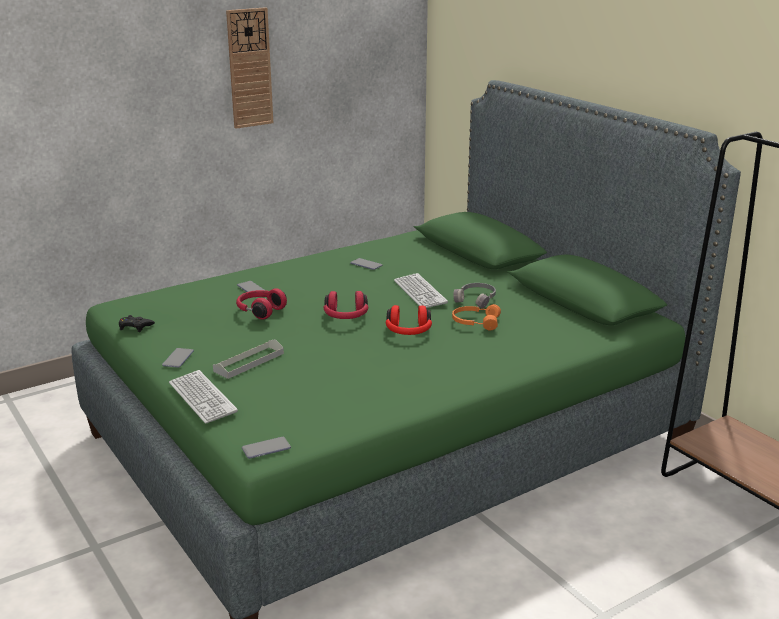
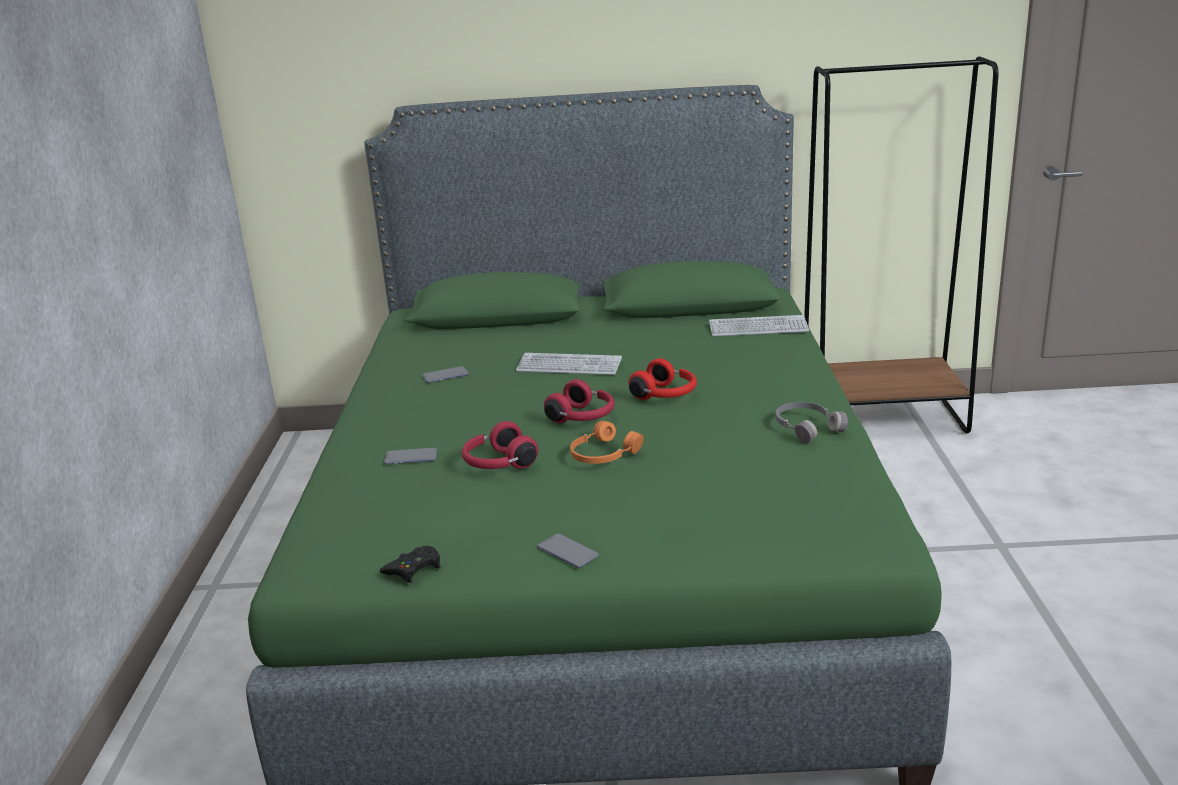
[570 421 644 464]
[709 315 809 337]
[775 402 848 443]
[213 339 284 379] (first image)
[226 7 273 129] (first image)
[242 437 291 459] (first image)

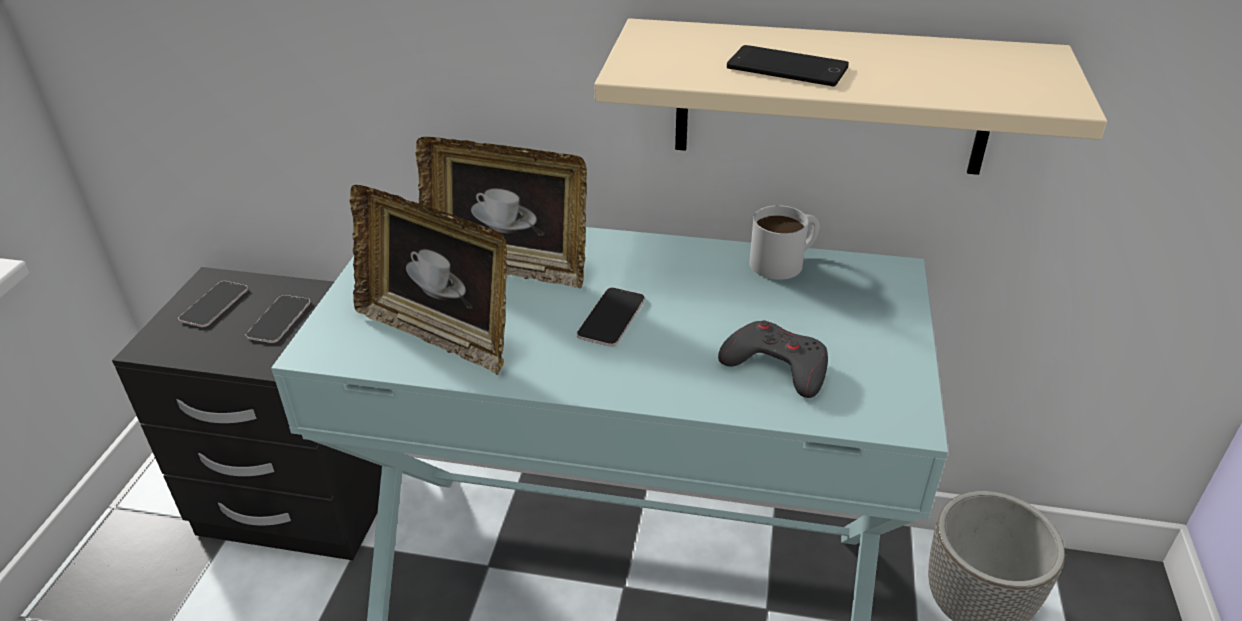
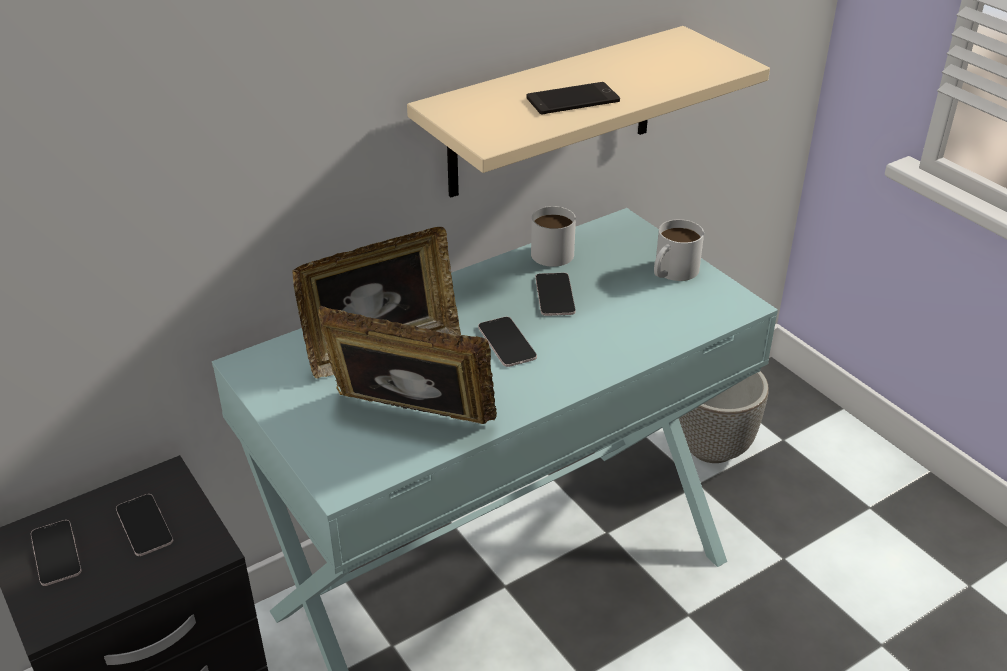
[318 306 497 424]
[535 273 576 316]
[654 219 704 281]
[718 320 828 398] (first image)

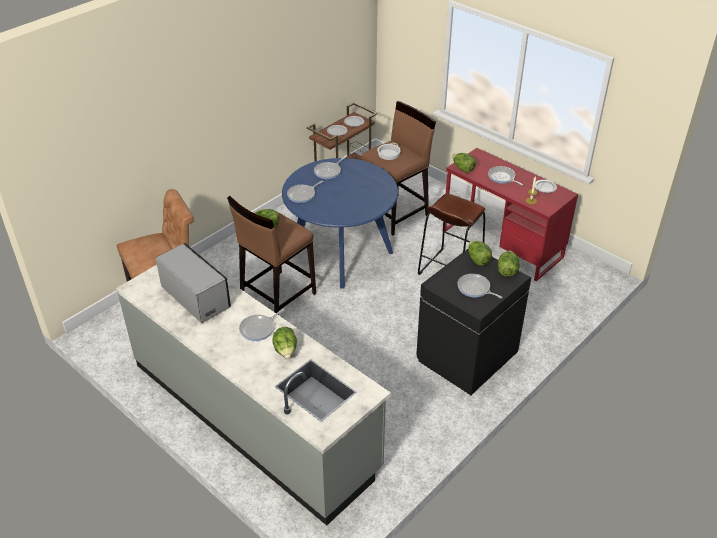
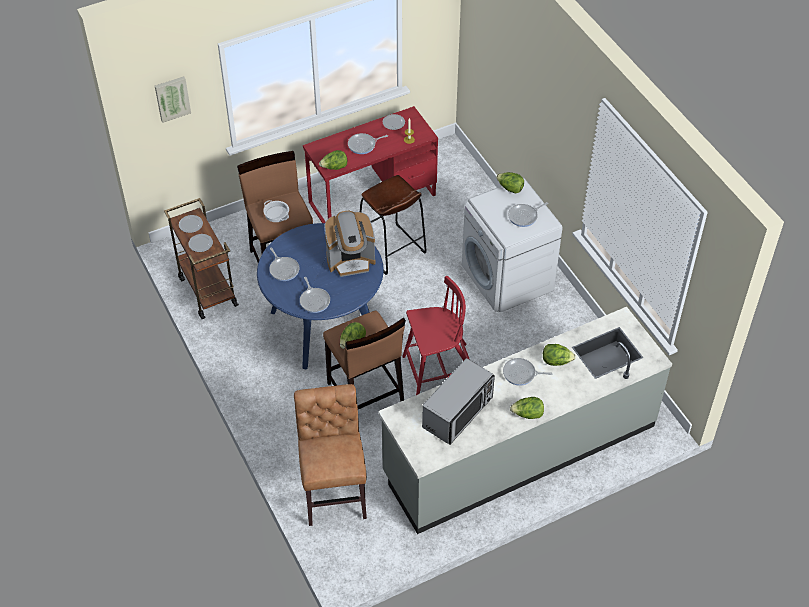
[155 76 191 123]
[324 211 375 277]
[402 276 470 395]
[422 358 495 445]
[462 178 563 312]
[503 358 552 386]
[510 397 544 419]

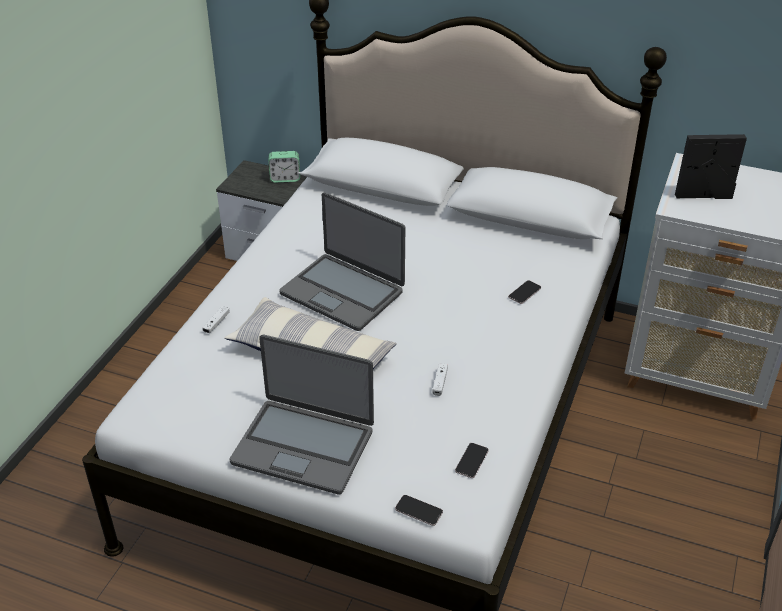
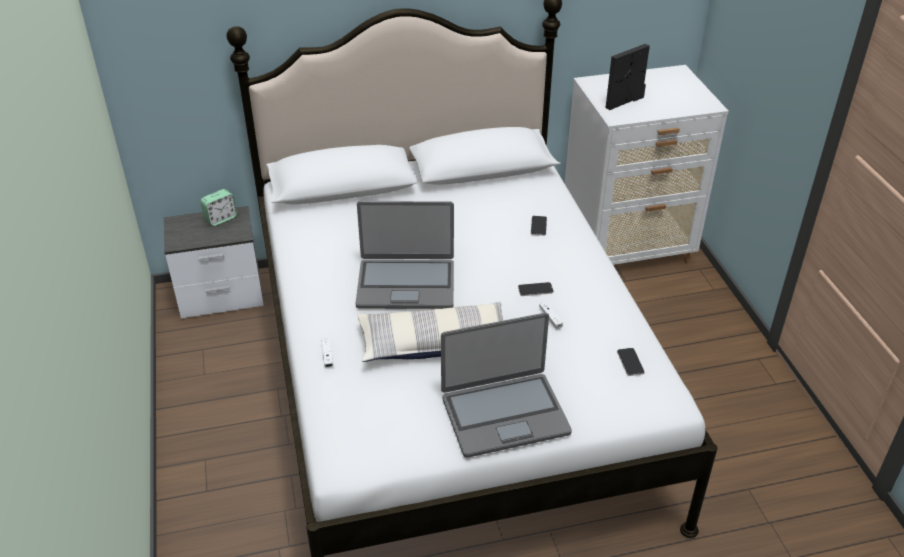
[518 282 554 296]

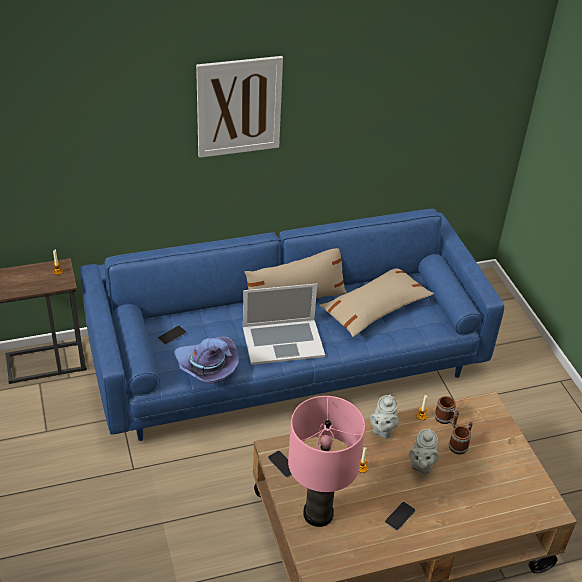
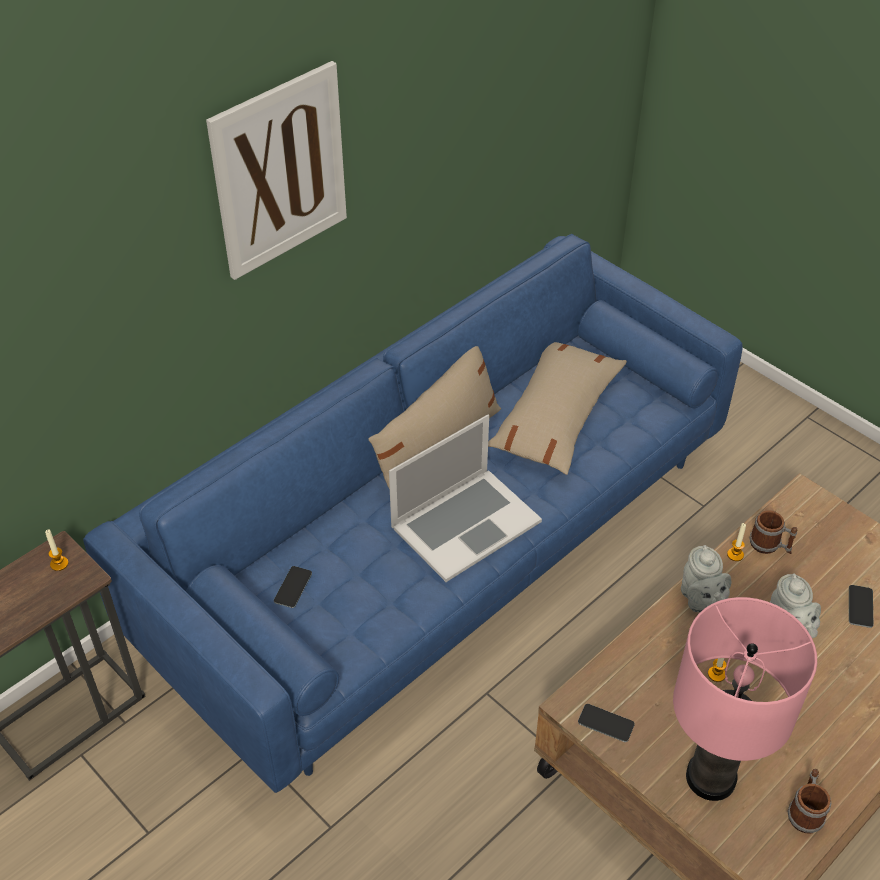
[788 769 832 833]
[849 585 874 628]
[174 336 239 384] (first image)

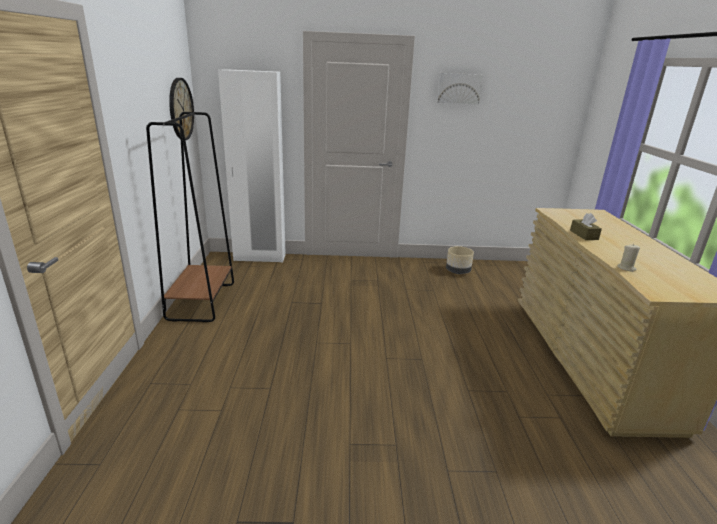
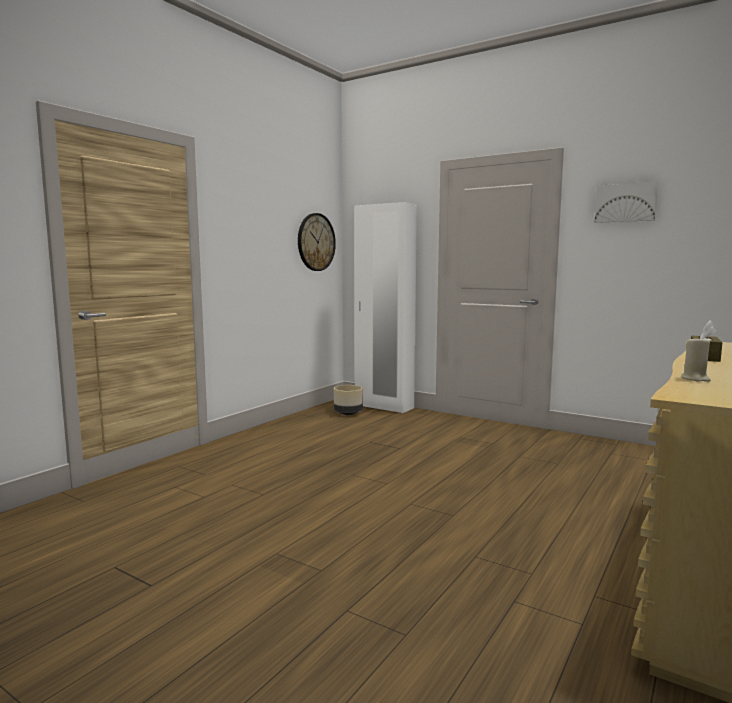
[334 385 363 415]
[146 112 234 322] (first image)

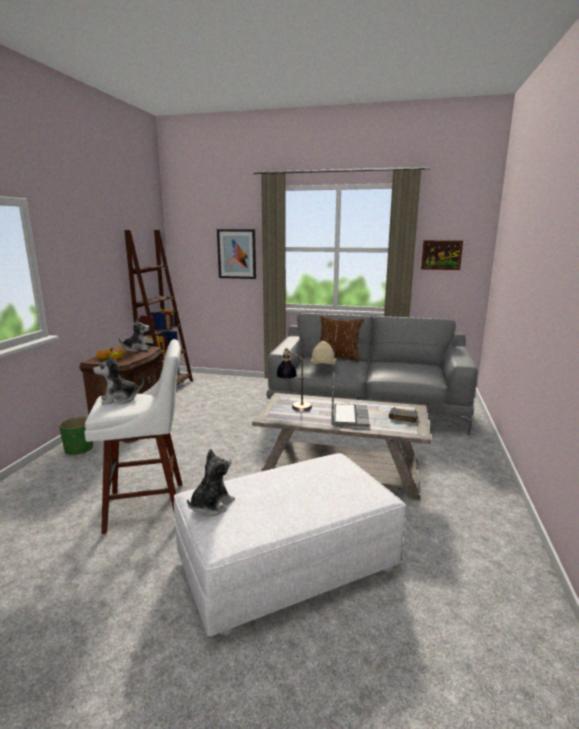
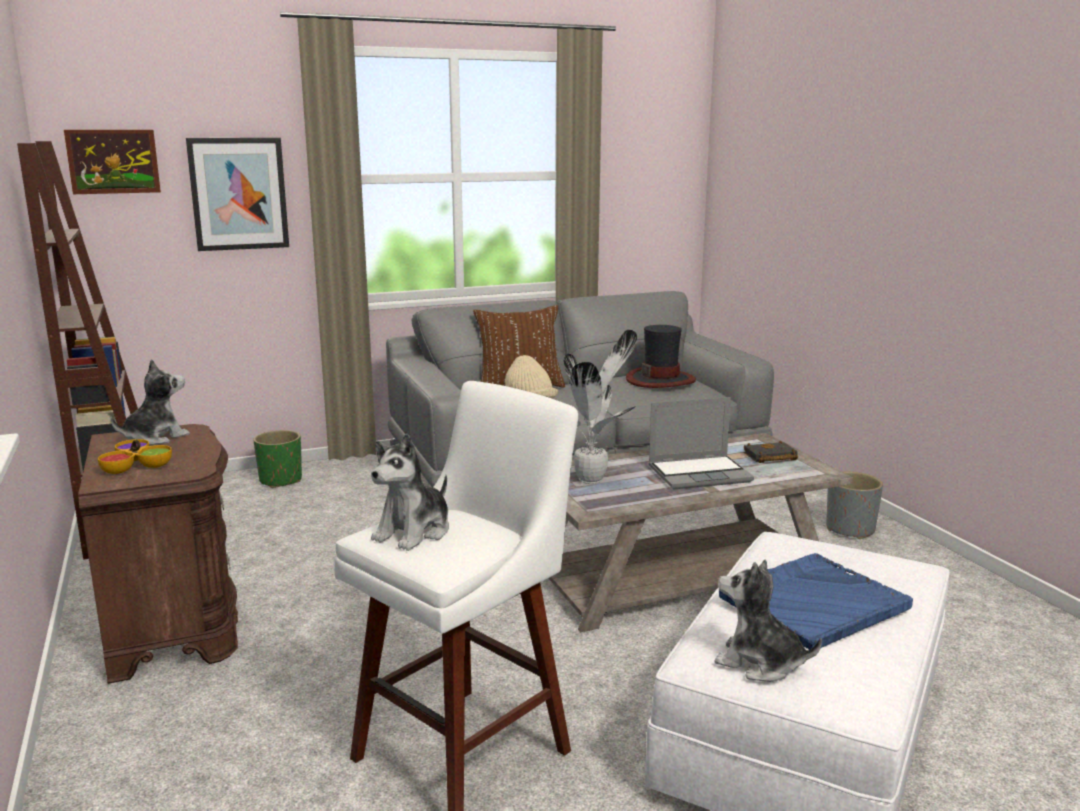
[64 130 161 194]
[253 430 302 488]
[564 329 637 484]
[626 325 696 388]
[648 397 754 489]
[714 559 822 682]
[719 553 913 650]
[826 472 883 539]

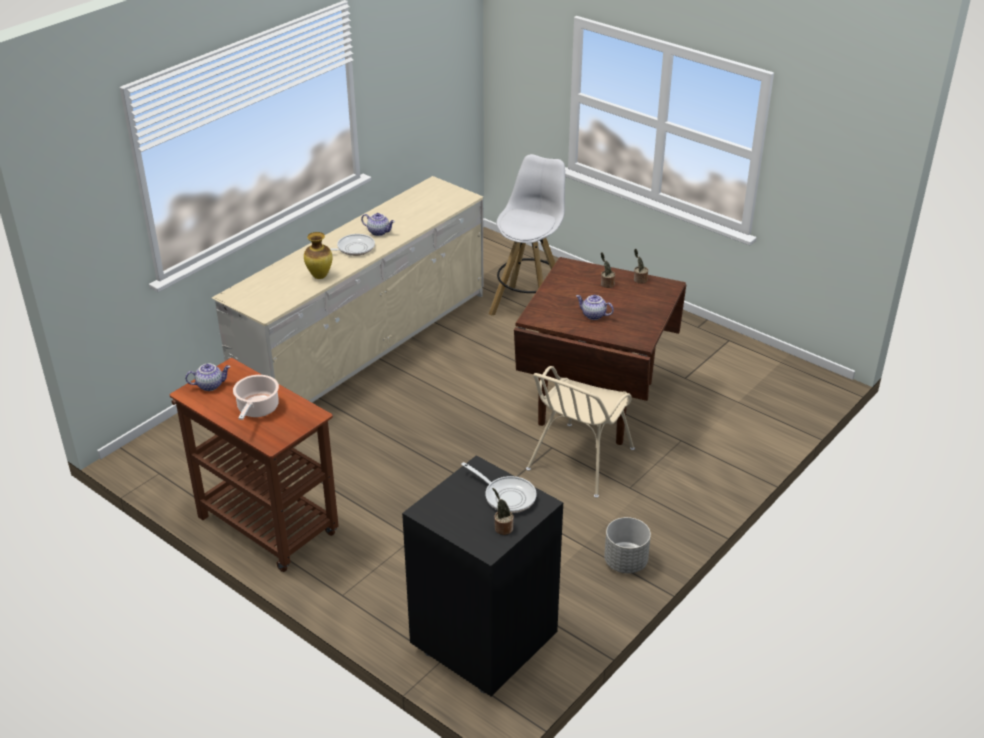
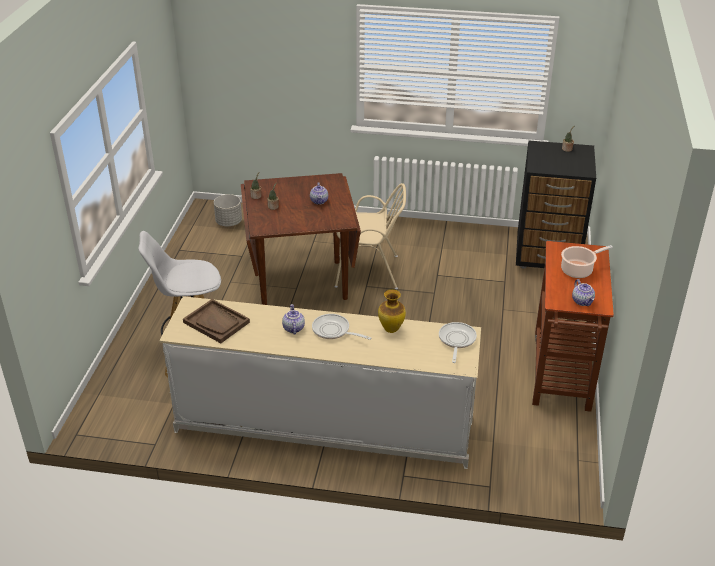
[183 299 250 343]
[214 194 242 226]
[439 322 477 363]
[572 279 595 306]

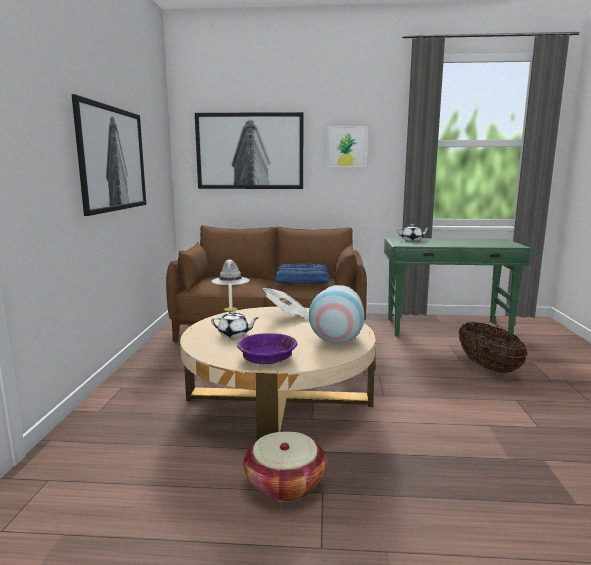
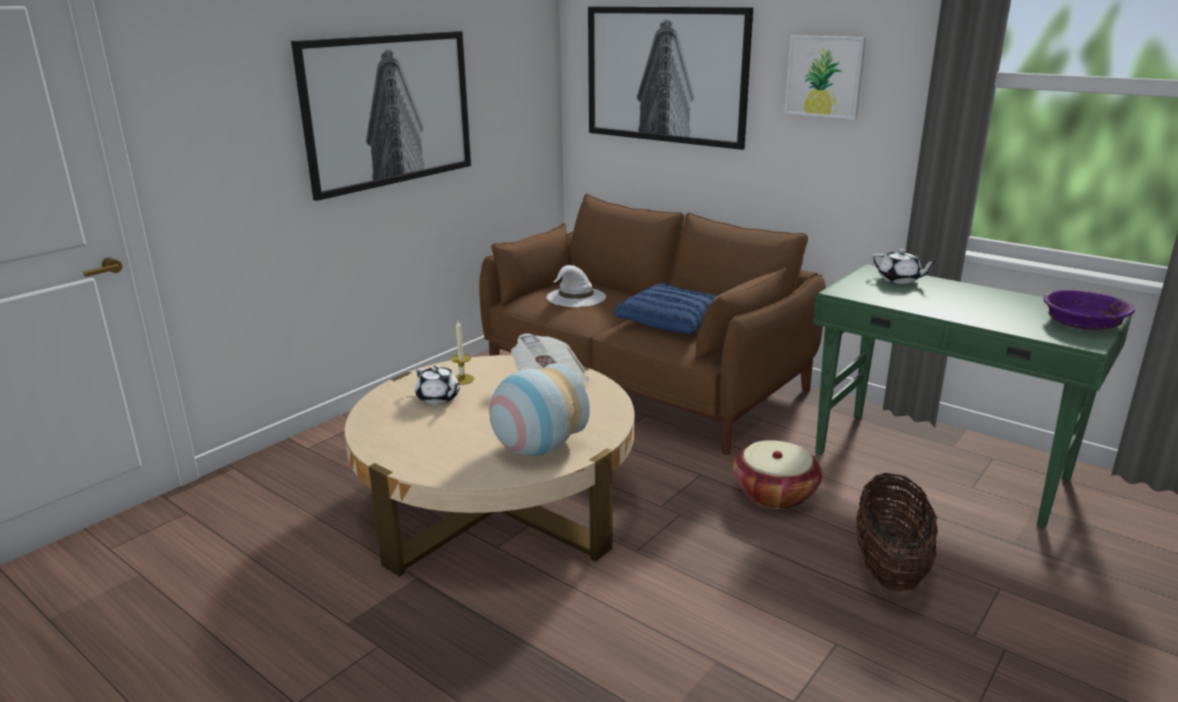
[732 440 822 509]
[1043 290 1135 330]

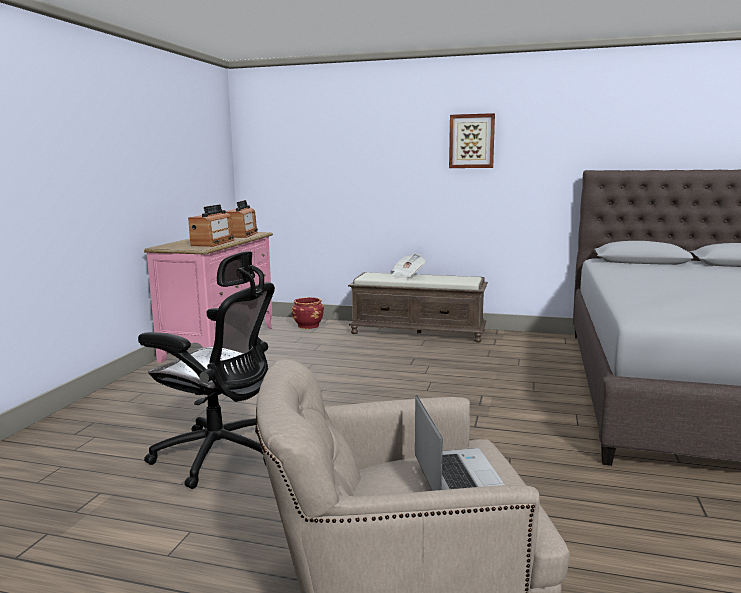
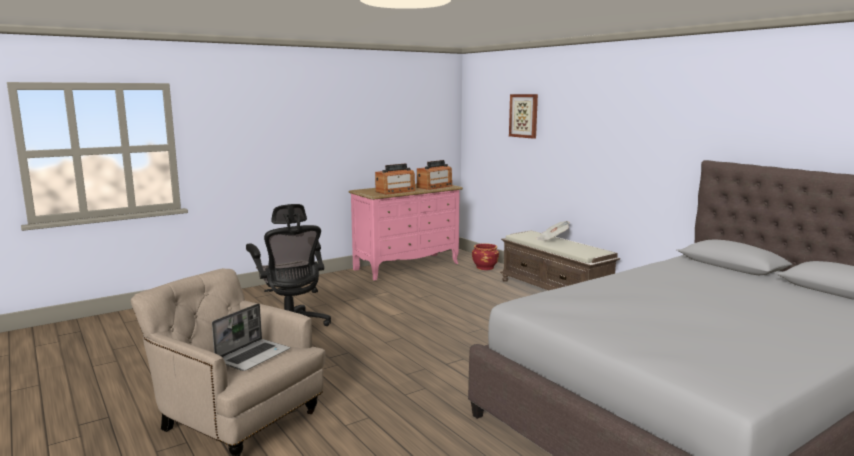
[509 94 538 139]

